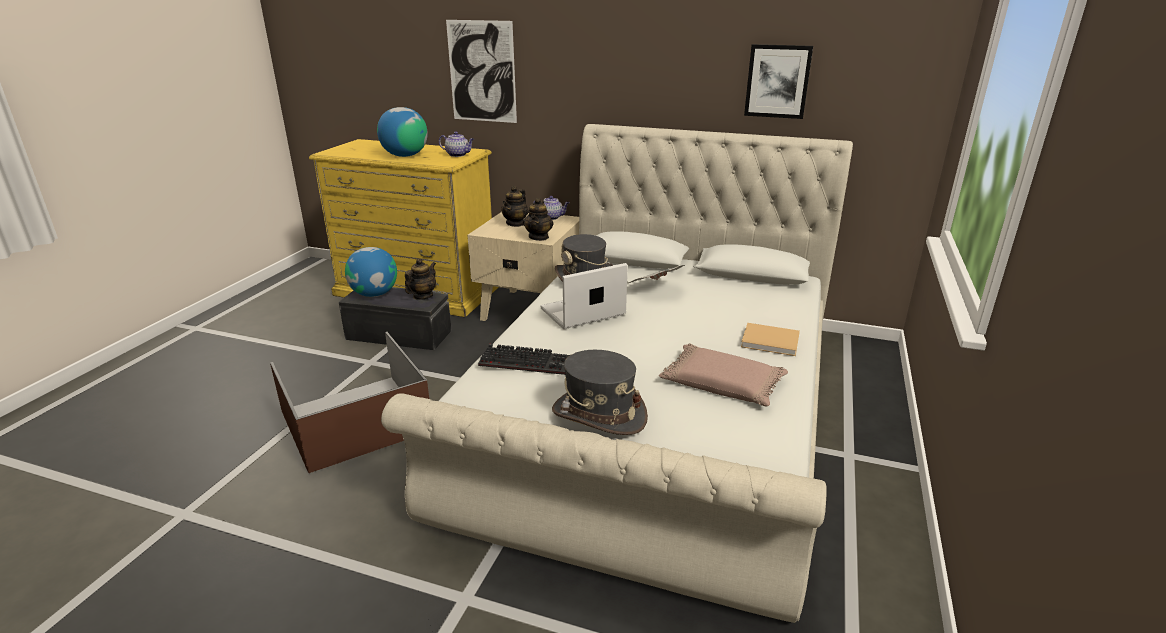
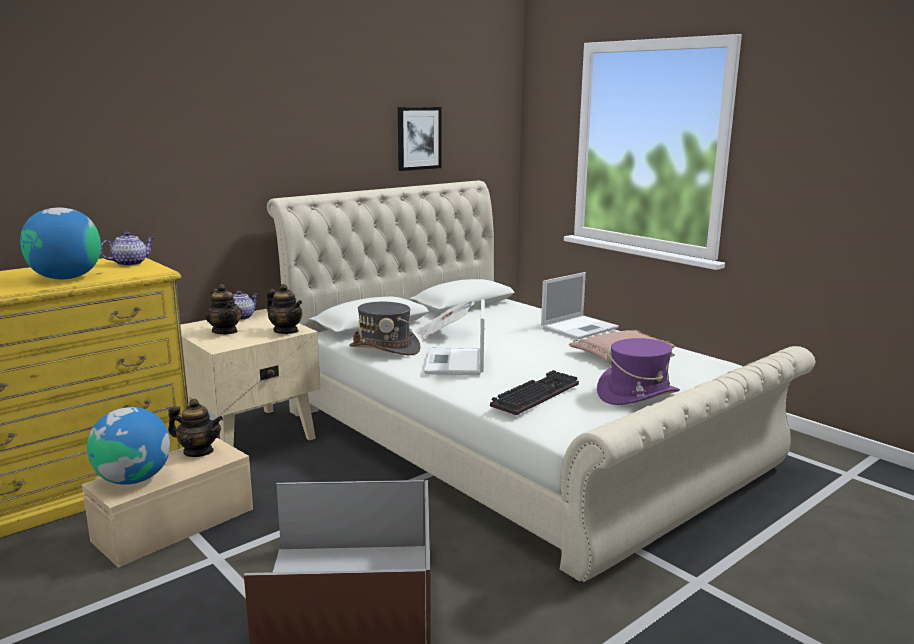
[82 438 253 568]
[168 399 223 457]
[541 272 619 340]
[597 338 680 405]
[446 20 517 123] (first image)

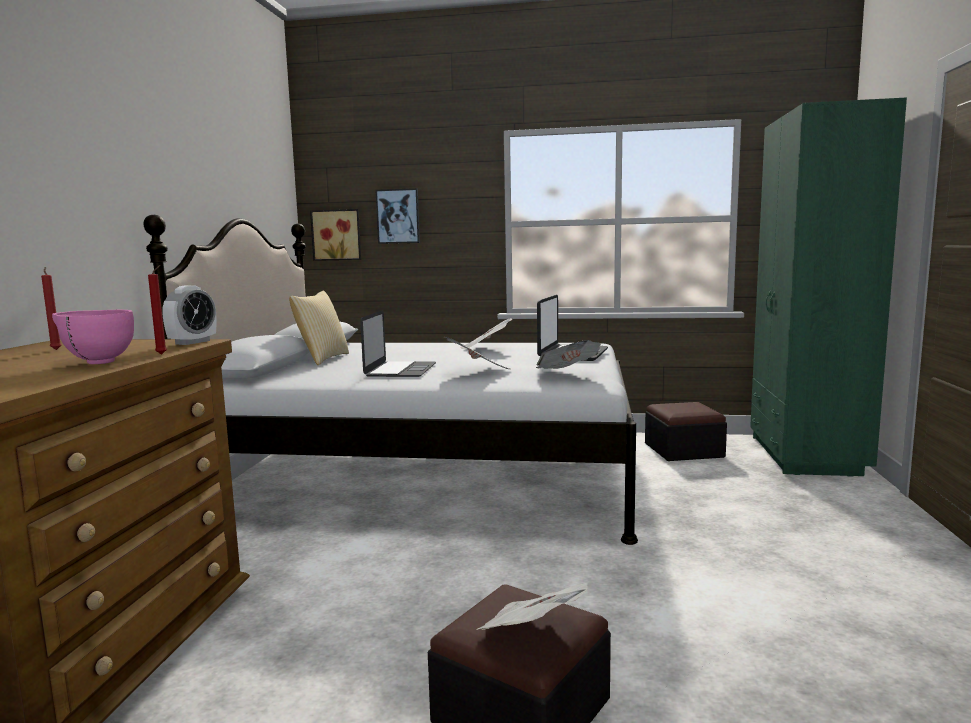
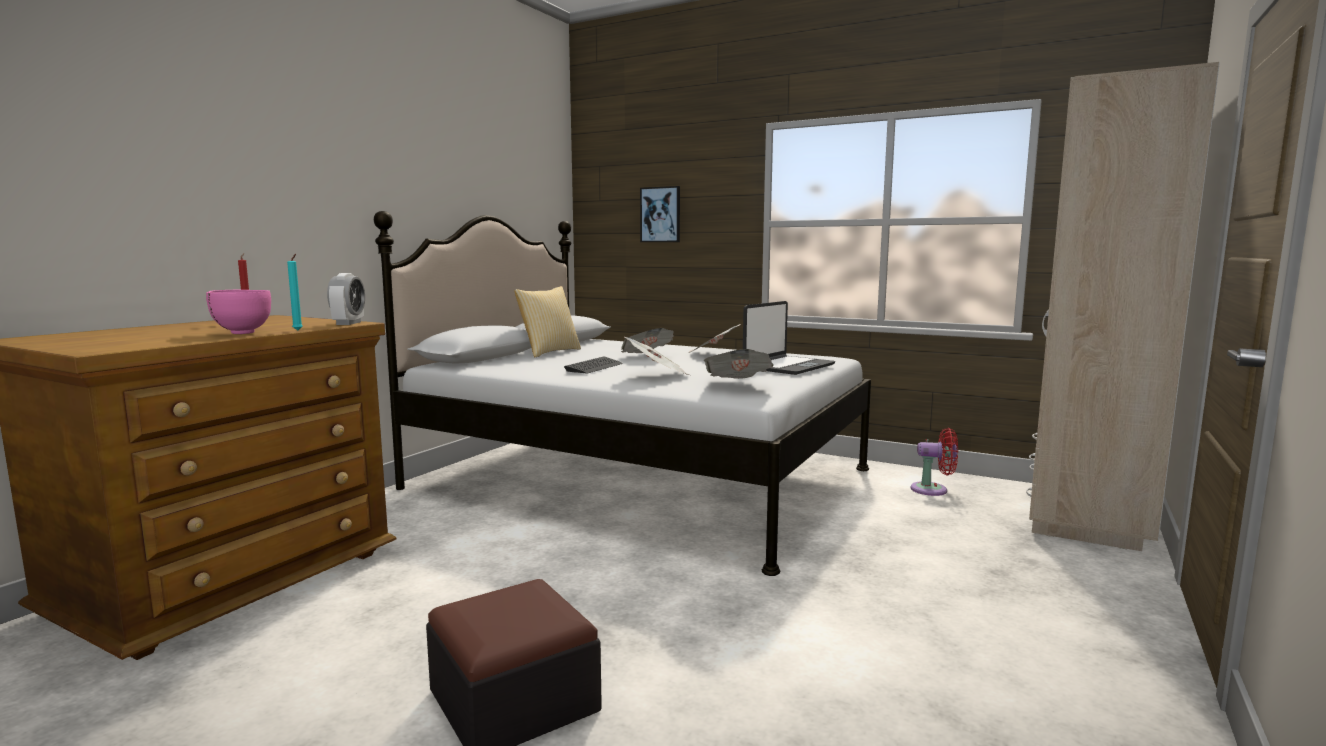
[287 254 303 330]
[327 273 365 325]
[564 356 623 373]
[621 328 674 353]
[911 428 958 496]
[1026 62 1220 551]
[310 209 361 261] (first image)

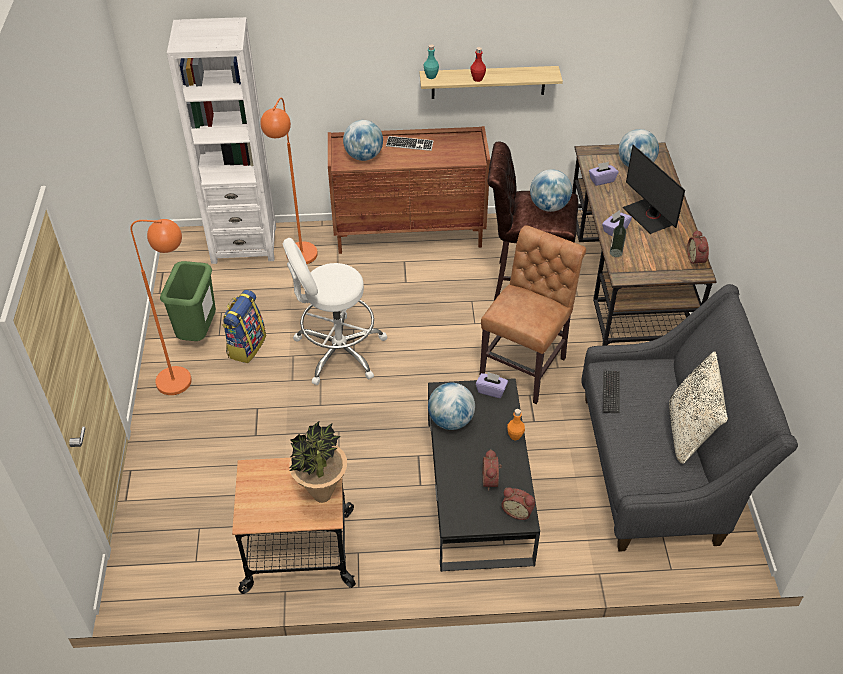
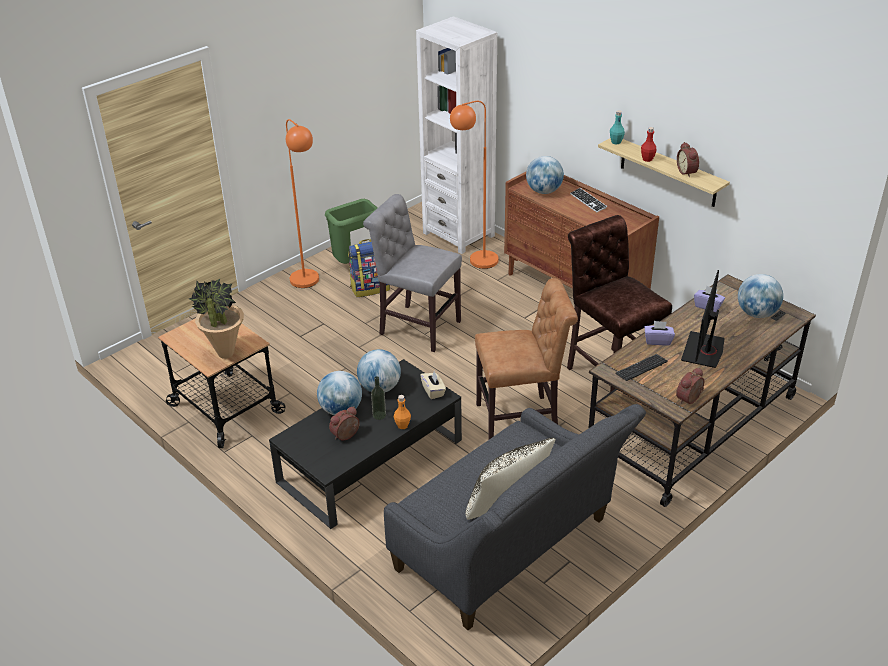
[317 371 362 415]
[363 194 462 352]
[371 376 386 420]
[420 371 446 399]
[615 354 667 381]
[677 142 699 177]

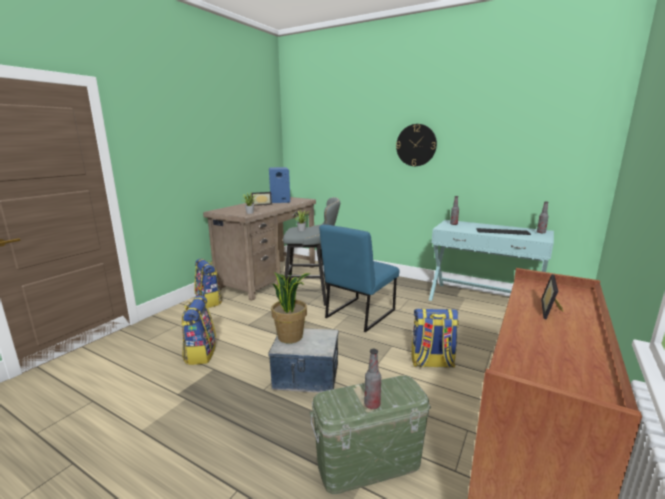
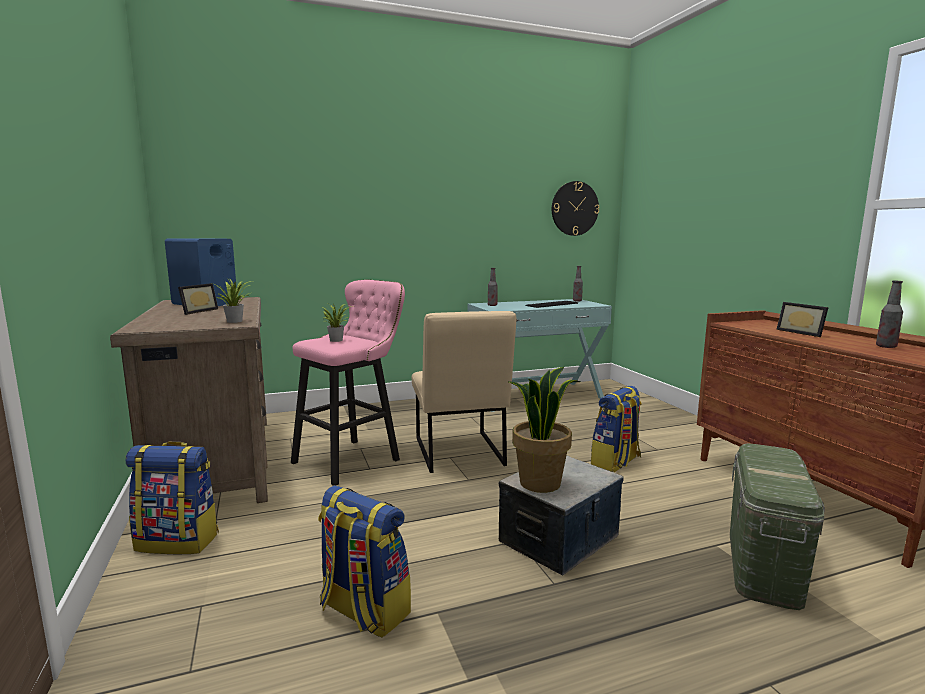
[291 279 405 486]
[412 311 516 473]
[552 181 599 236]
[876 281 903 348]

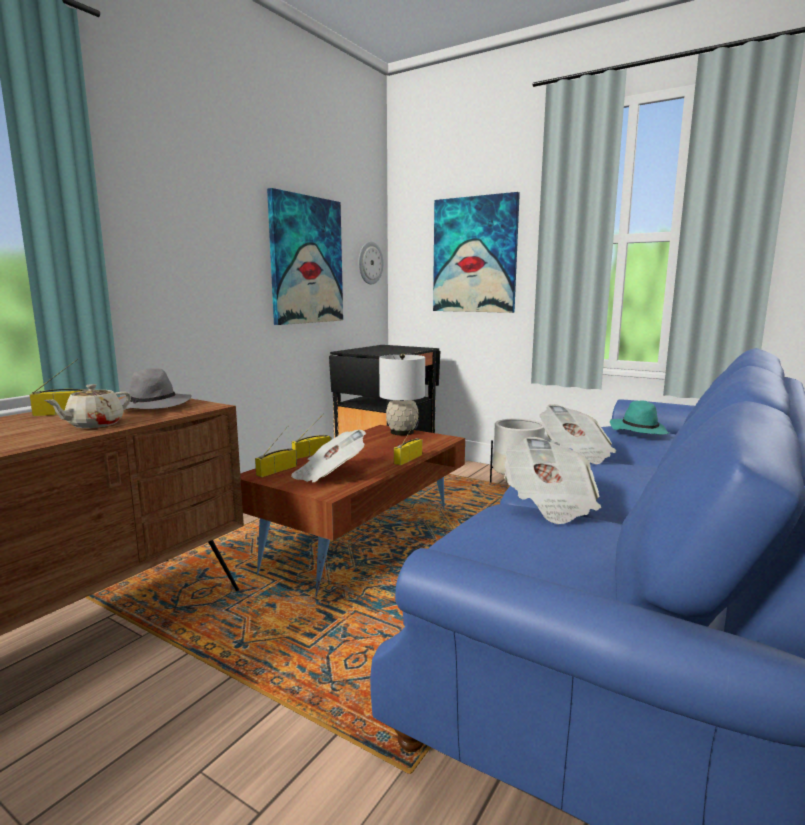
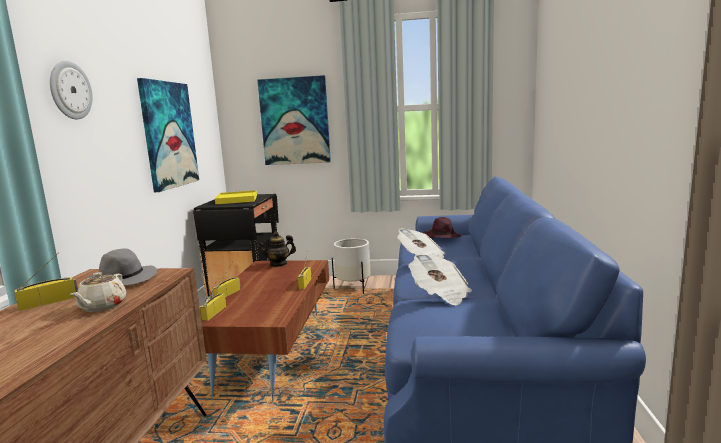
[50 61 93 119]
[215 190 257 204]
[258 231 296 267]
[424 217 461 238]
[291 430 366 483] (first image)

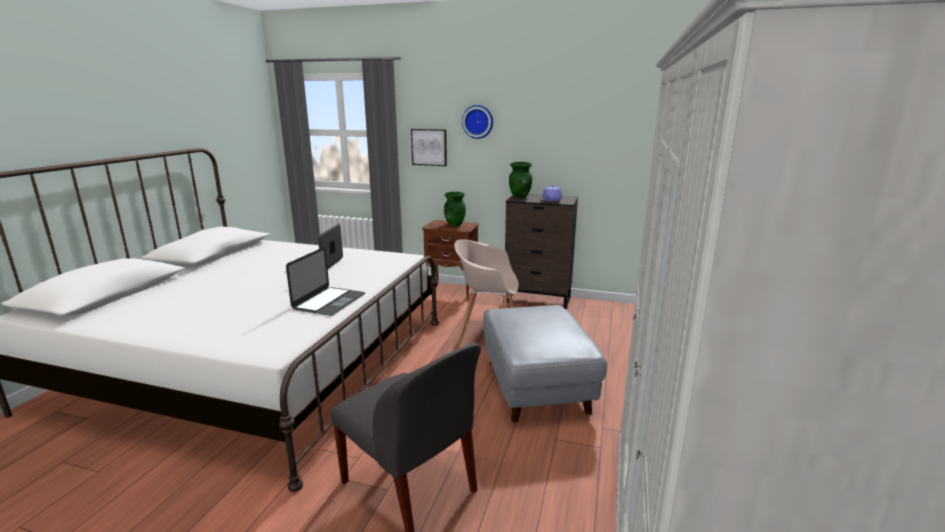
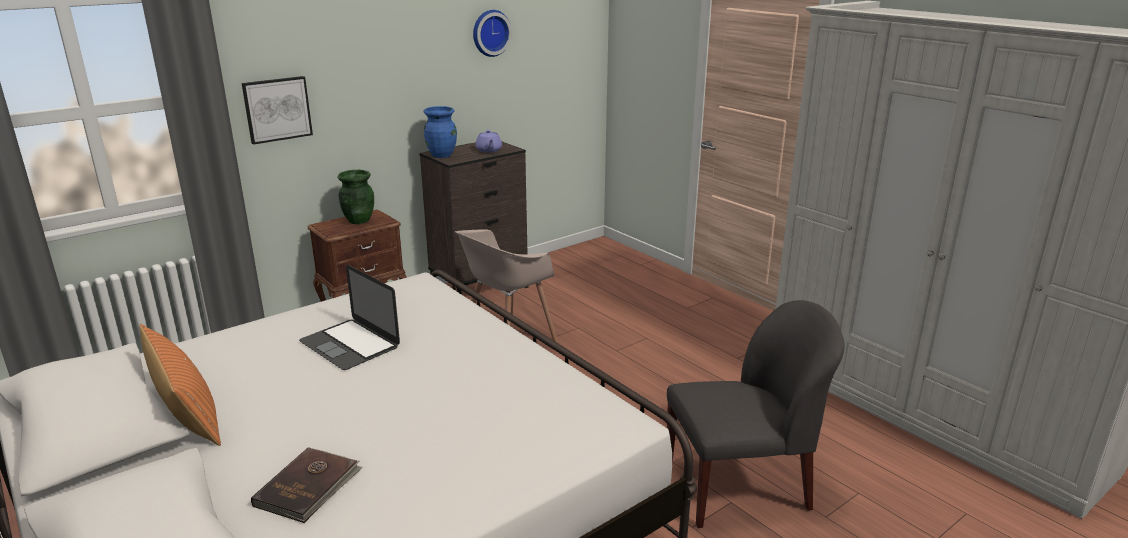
[139 324 221 446]
[251 447 363 523]
[424 106 457 158]
[473 10 512 57]
[286 247 365 316] (first image)
[483 305 607 422] (first image)

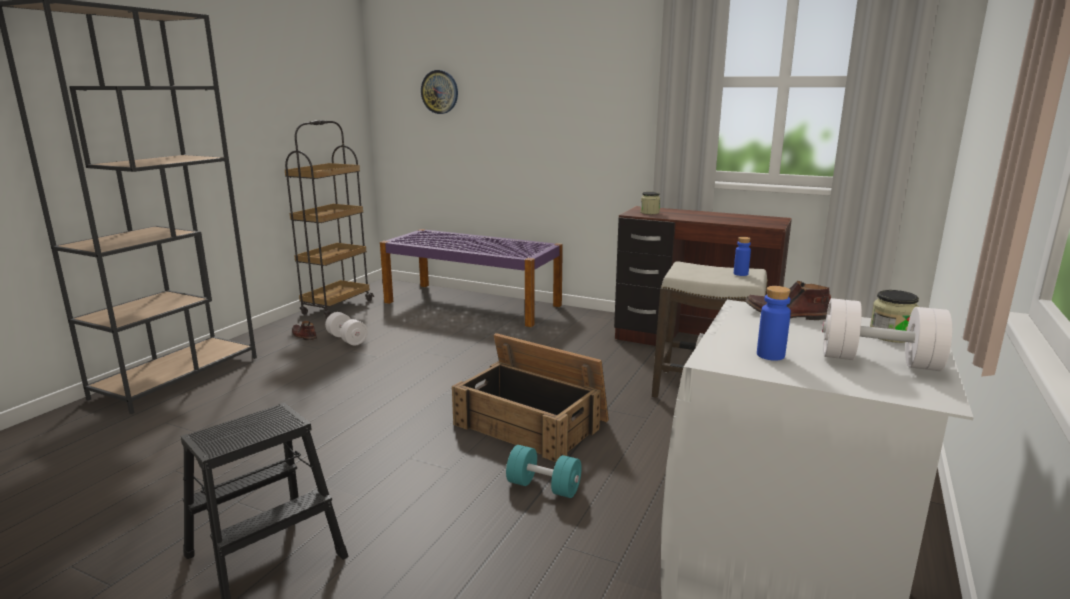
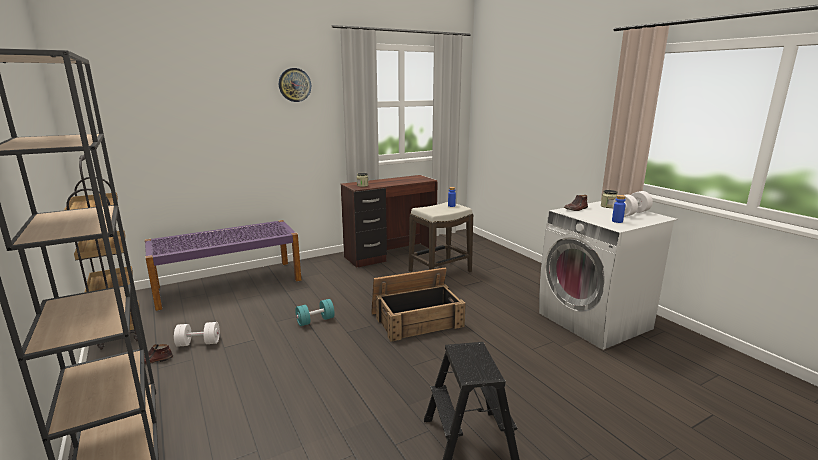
[279 68 311 102]
[295 299 335 326]

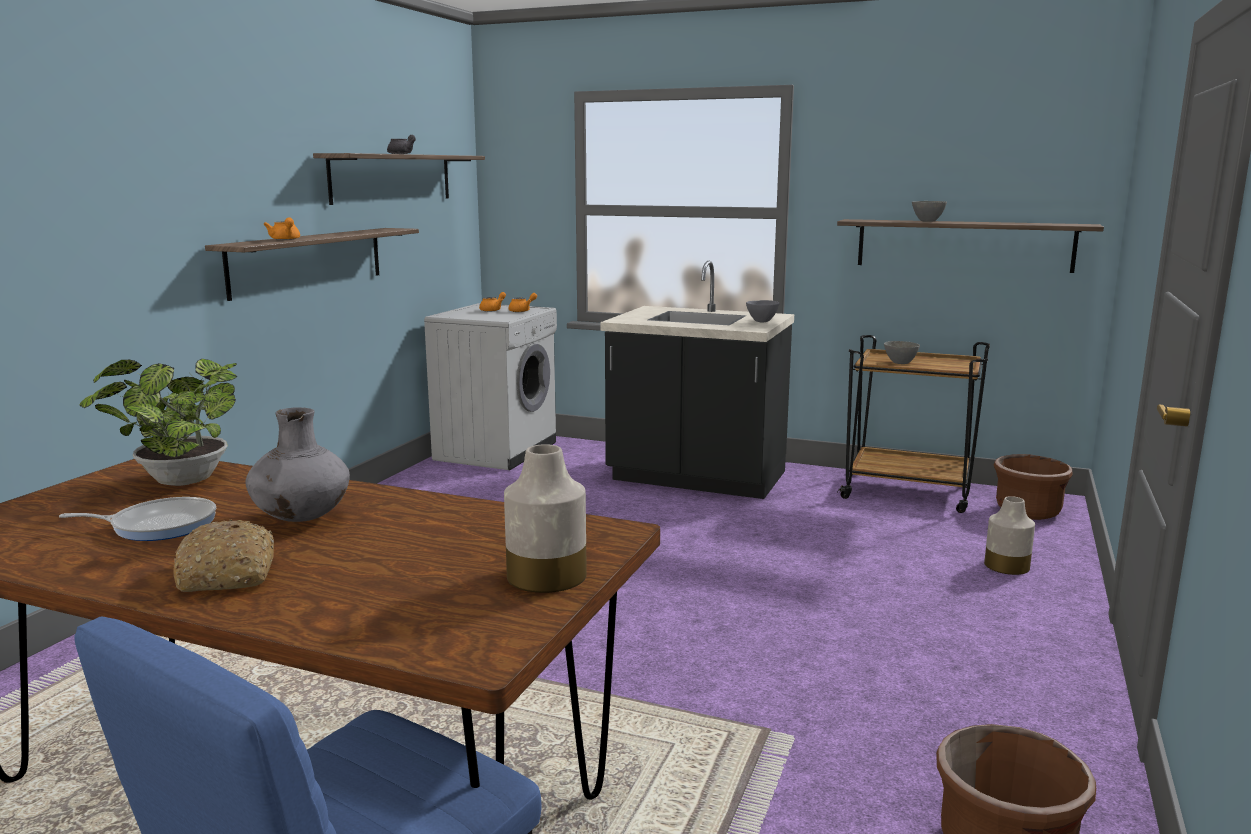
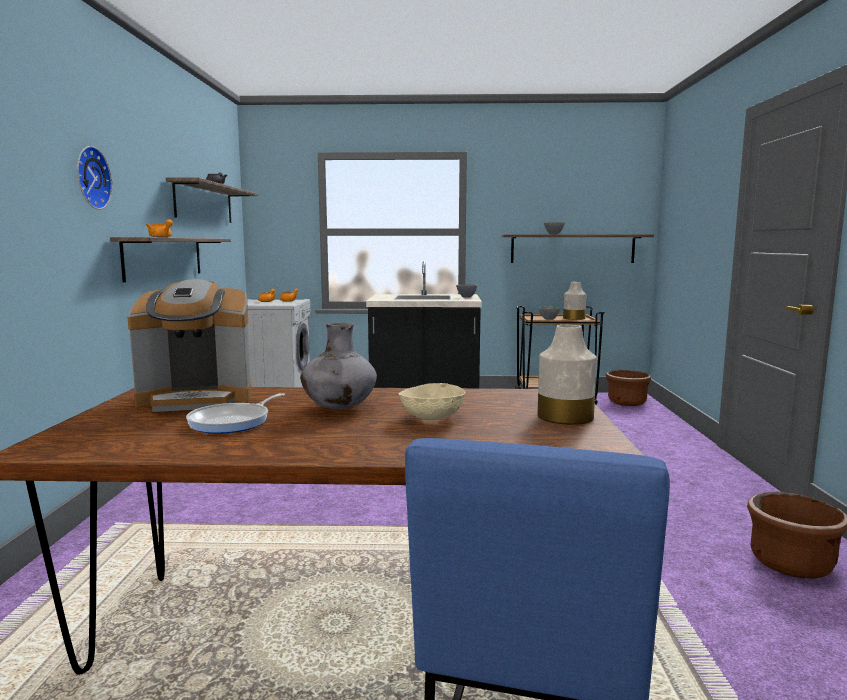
[77 146 112 209]
[127 279 252 412]
[186 393 285 434]
[398 383 465 421]
[563 282 587 320]
[173 520 274 592] (first image)

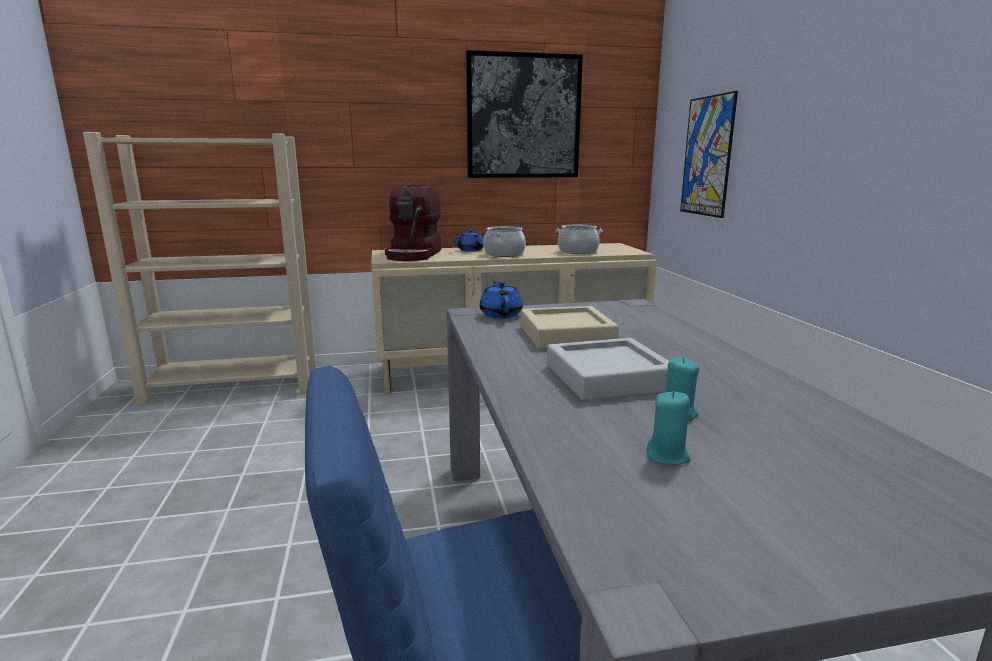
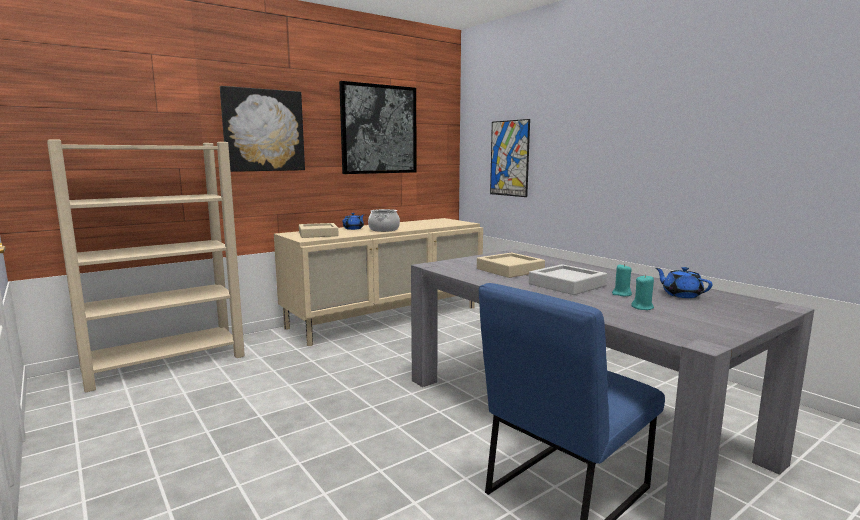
[220 86 305 172]
[299 223 339 238]
[656 267 712 298]
[556 225 602 254] (first image)

